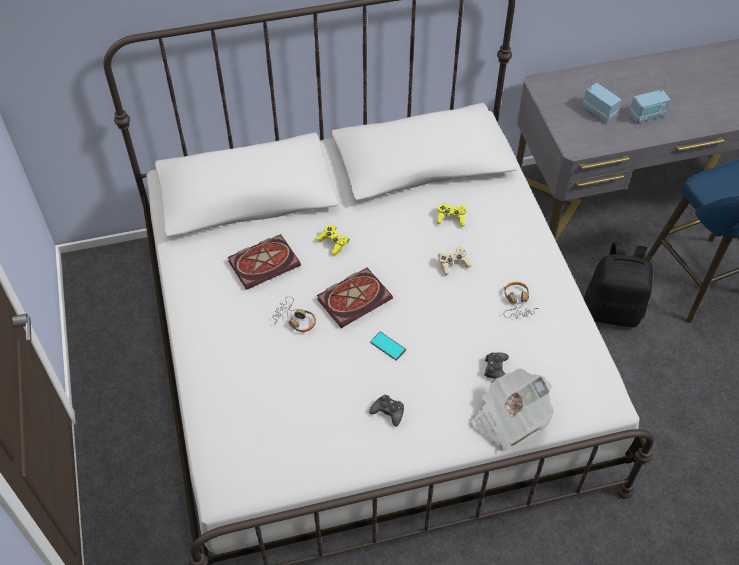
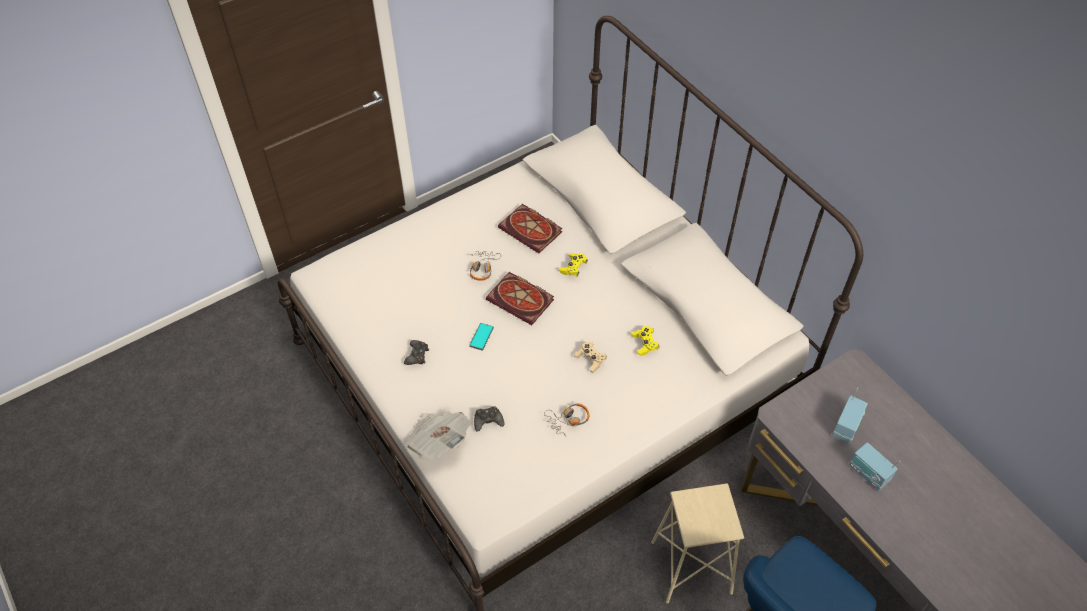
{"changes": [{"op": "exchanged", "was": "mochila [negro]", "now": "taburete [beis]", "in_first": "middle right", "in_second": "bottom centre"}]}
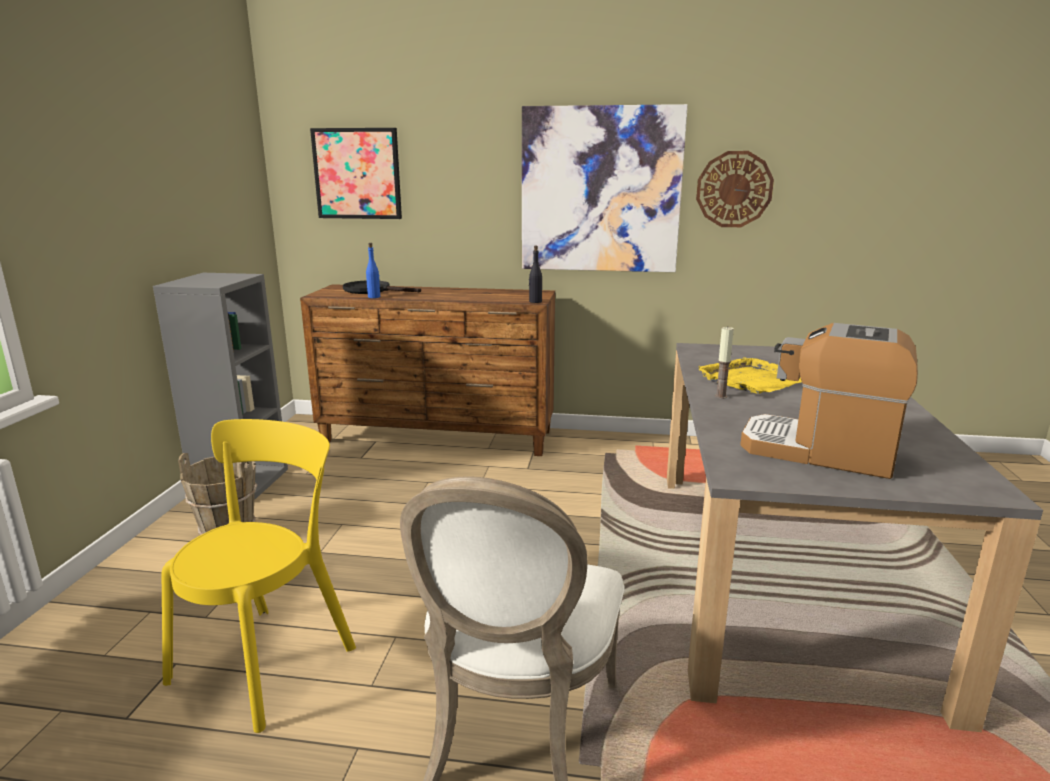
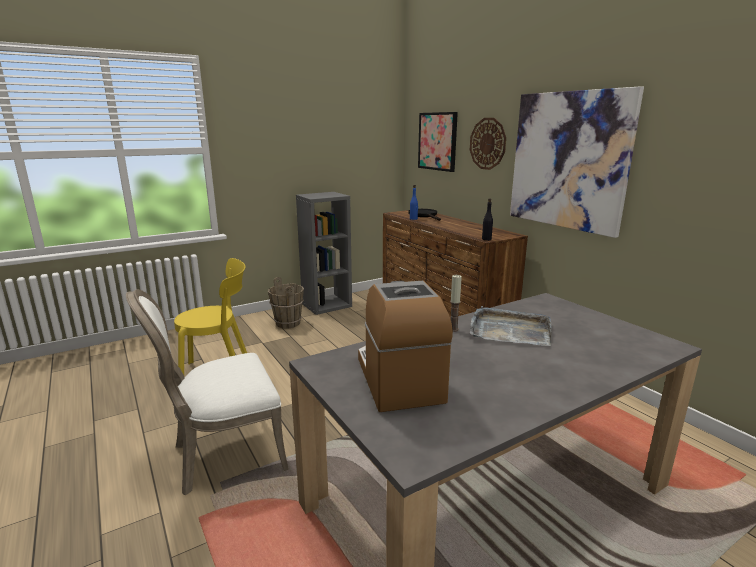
{"changes": [{"op": "relocated", "was": "reloj de pared", "in_first": "top right", "in_second": "top centre"}, {"op": "colour", "was": "bandeja [amarillo]", "now": "bandeja [gris]", "in_first": "middle right", "in_second": "middle right"}]}
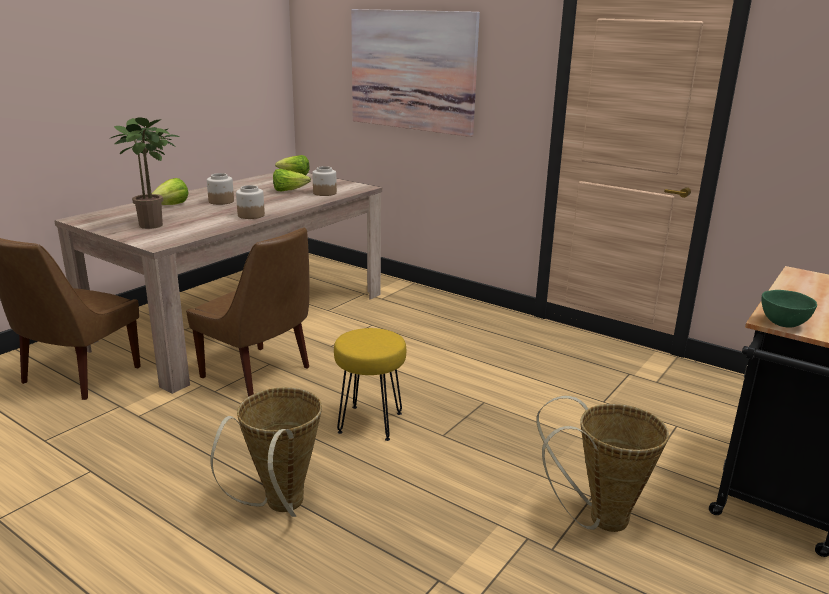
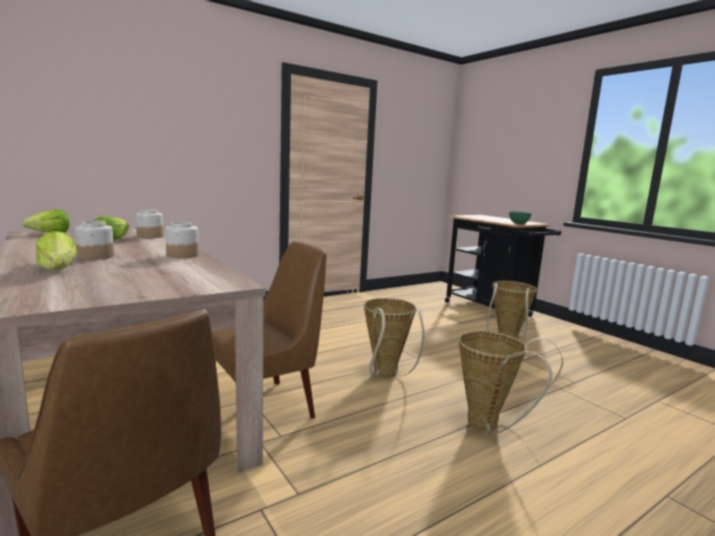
{"changes": [{"op": "missing", "was": "cuadro", "in_first": "top centre"}, {"op": "missing", "was": "planta en maceta", "in_first": "top left"}, {"op": "exchanged", "was": "taburete [amarillo]", "now": "cesta (no. 1 from left)", "in_first": "centre", "in_second": "centre"}]}
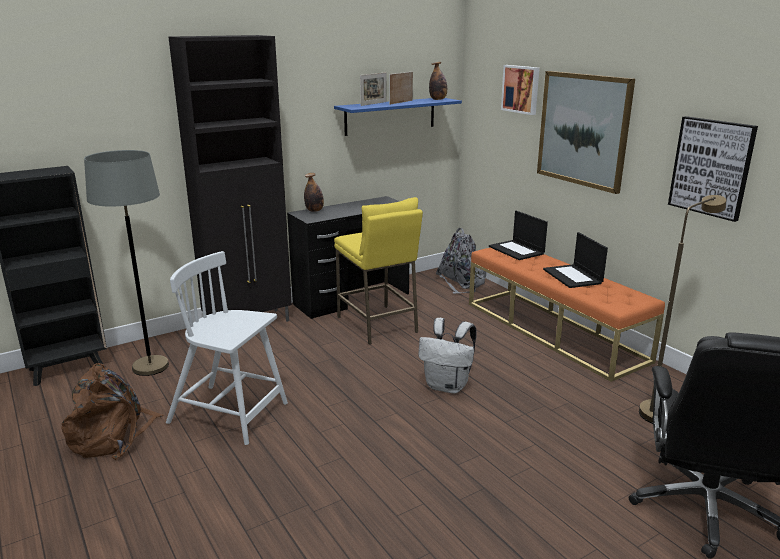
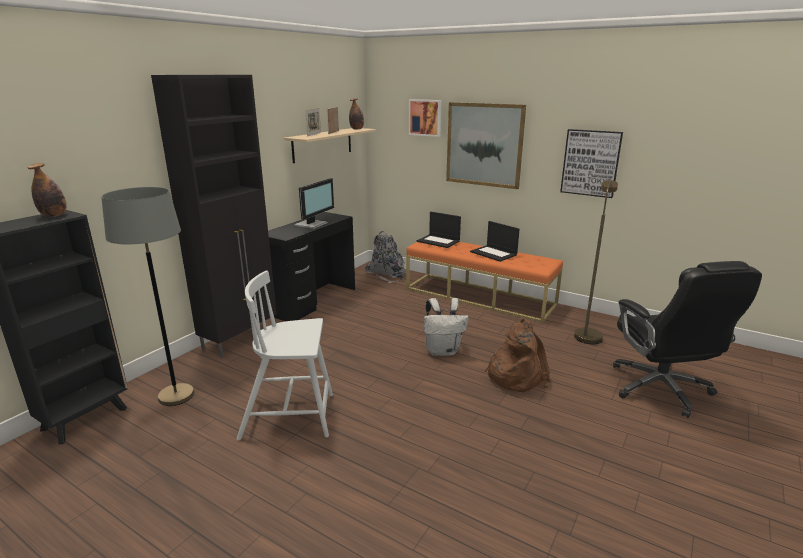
{"changes": [{"op": "colour", "was": "estante [azul]", "now": "estante [beis]", "in_first": "top centre", "in_second": "top centre"}, {"op": "relocated", "was": "botella (no. 1 from left)", "in_first": "centre", "in_second": "middle left"}, {"op": "missing", "was": "taburete [amarillo]", "in_first": "centre"}, {"op": "relocated", "was": "mochila [marrón]", "in_first": "bottom left", "in_second": "centre"}, {"op": "appeared", "now": "monitor", "in_second": "centre"}]}
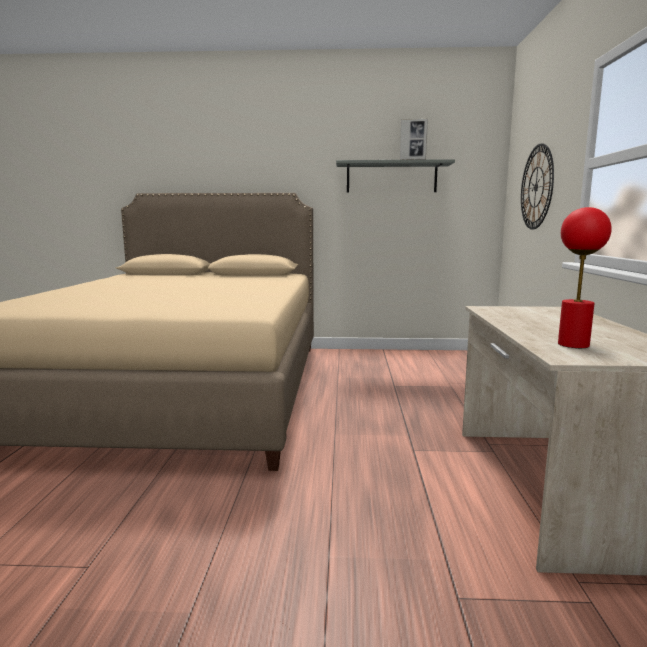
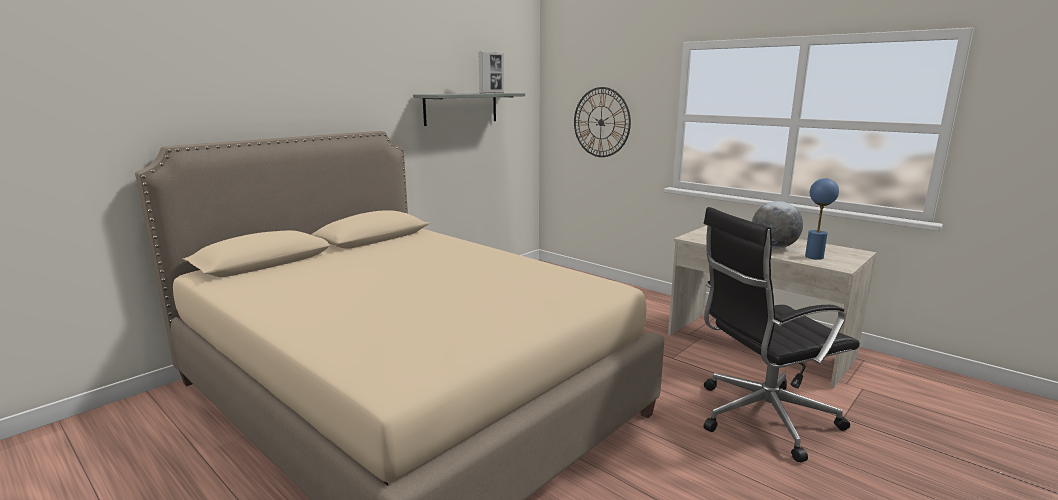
{"changes": [{"op": "colour", "was": "lámpara de mesa [rojo]", "now": "lámpara de mesa [azul]", "in_first": "middle right", "in_second": "middle right"}, {"op": "appeared", "now": "globo terráqueo", "in_second": "middle right"}, {"op": "appeared", "now": "silla de oficina [negro]", "in_second": "bottom right"}]}
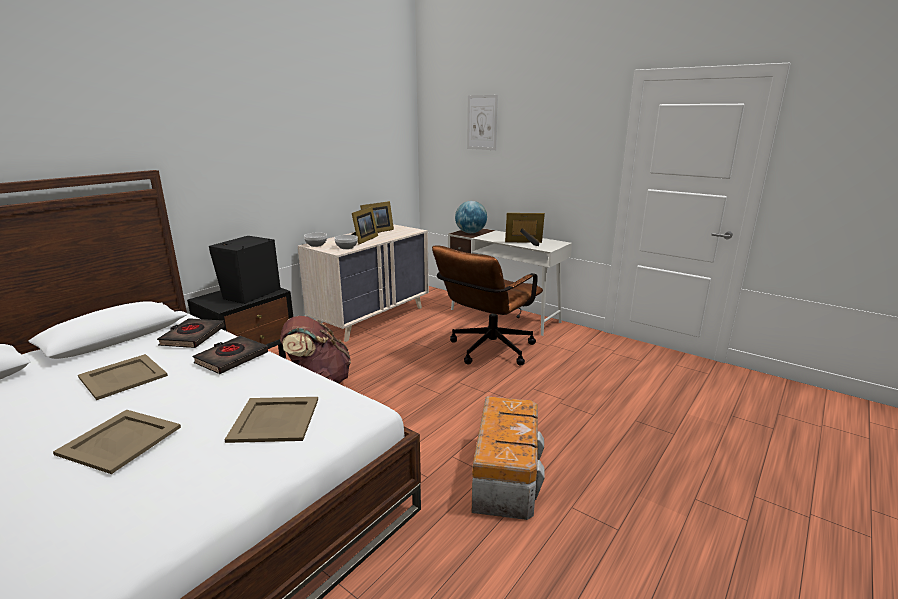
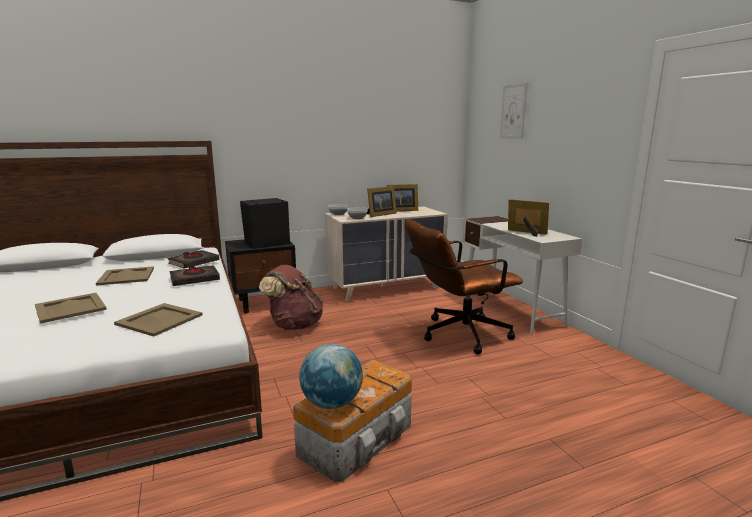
{"changes": [{"op": "relocated", "was": "globo terráqueo", "in_first": "centre", "in_second": "bottom centre"}]}
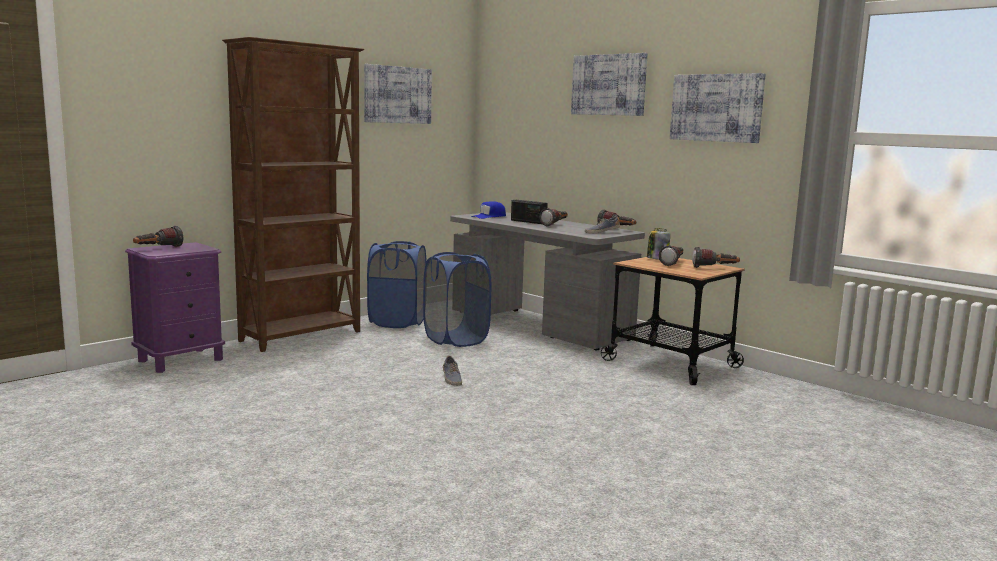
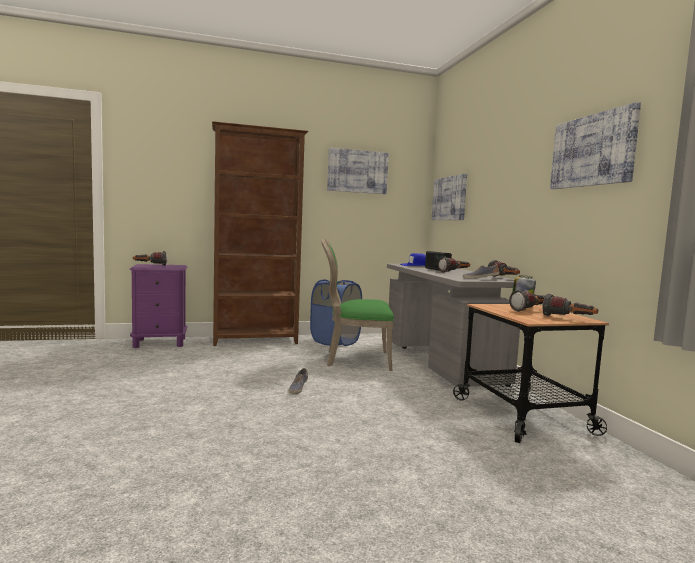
{"changes": [{"op": "relocated", "was": "cuadro (no. 2 from left)", "in_first": "top centre", "in_second": "centre"}, {"op": "exchanged", "was": "cesto de la ropa [azul] (no. 2 from left)", "now": "silla [verde]", "in_first": "centre", "in_second": "centre"}]}
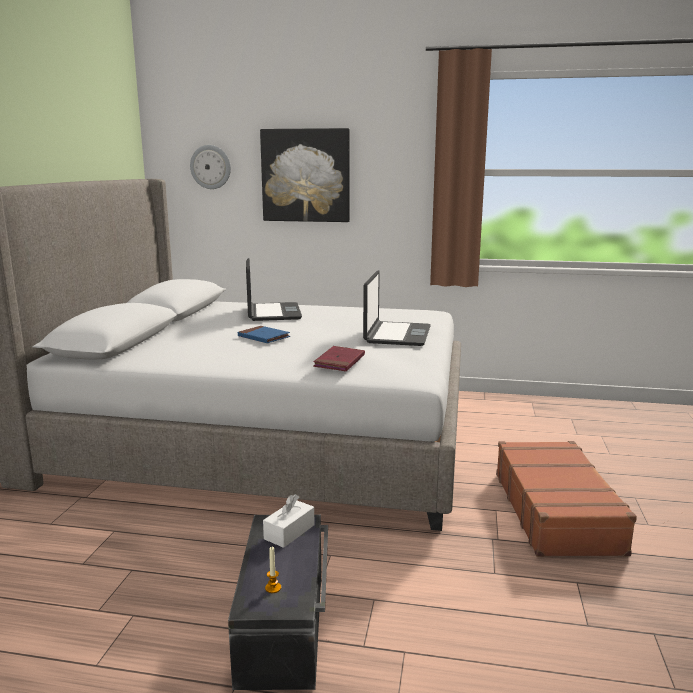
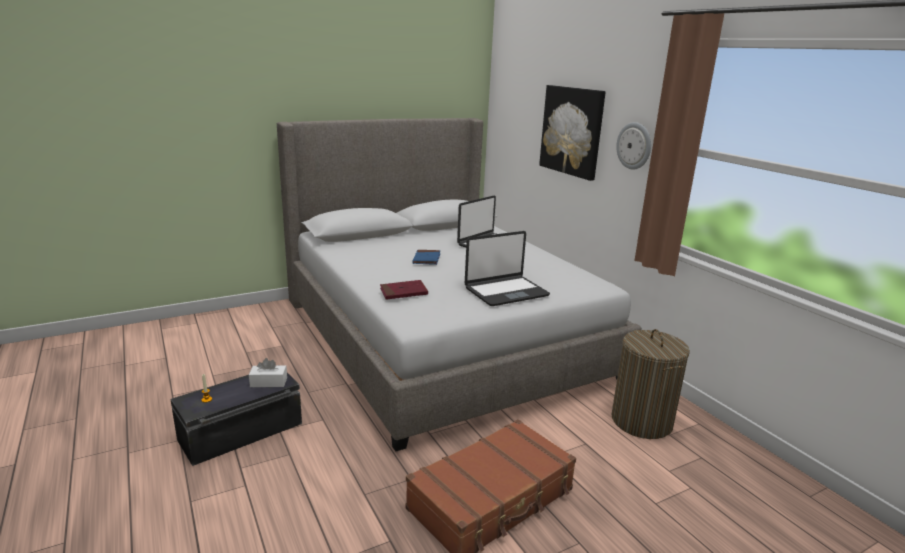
{"changes": [{"op": "relocated", "was": "reloj de pared", "in_first": "top left", "in_second": "top right"}, {"op": "appeared", "now": "cesto de la ropa", "in_second": "bottom right"}]}
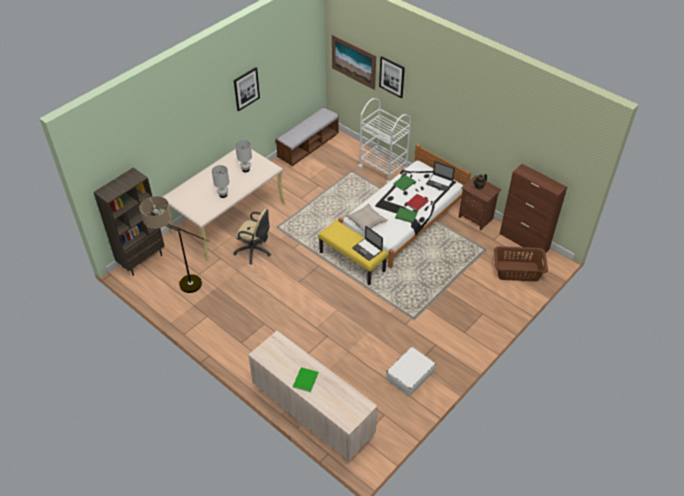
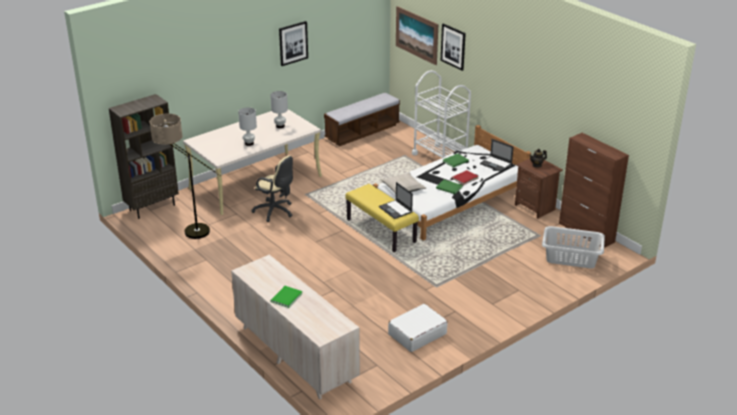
{"changes": [{"op": "colour", "was": "cesto de la ropa [marrón]", "now": "cesto de la ropa [gris]", "in_first": "middle right", "in_second": "middle right"}]}
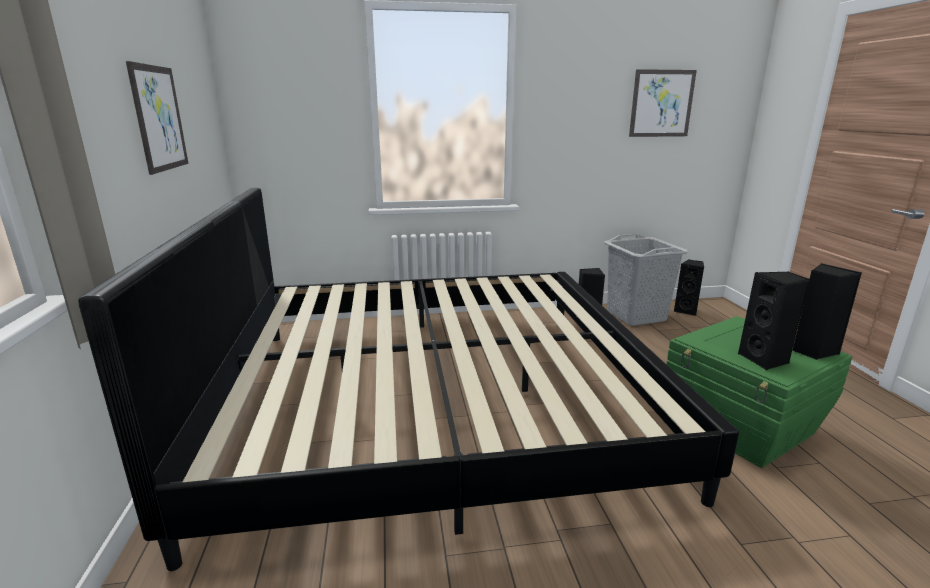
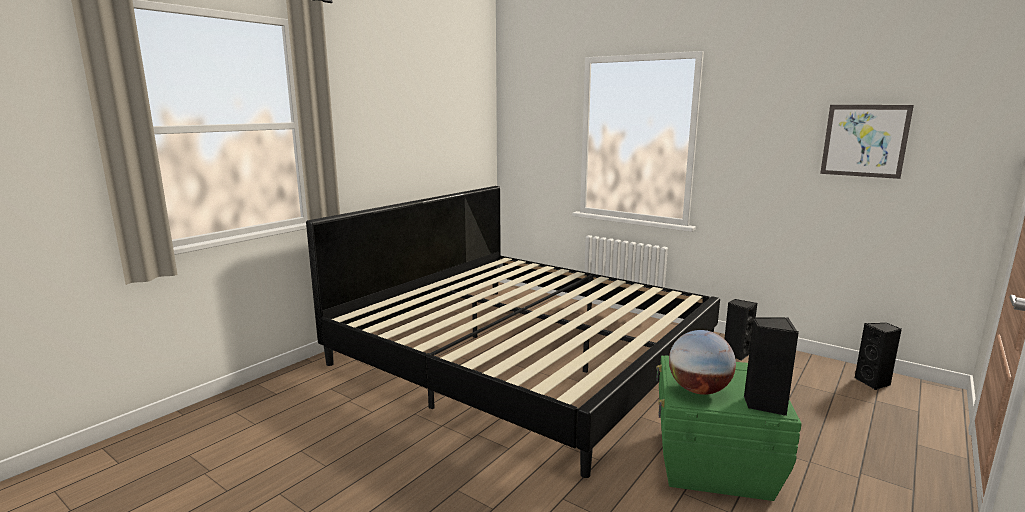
{"changes": [{"op": "missing", "was": "cuadro (no. 1 from left)", "in_first": "top left"}, {"op": "missing", "was": "cesto de la ropa [gris]", "in_first": "middle right"}, {"op": "exchanged", "was": "altavoz [negro] (no. 3 from left)", "now": "globo terráqueo", "in_first": "middle right", "in_second": "bottom right"}]}
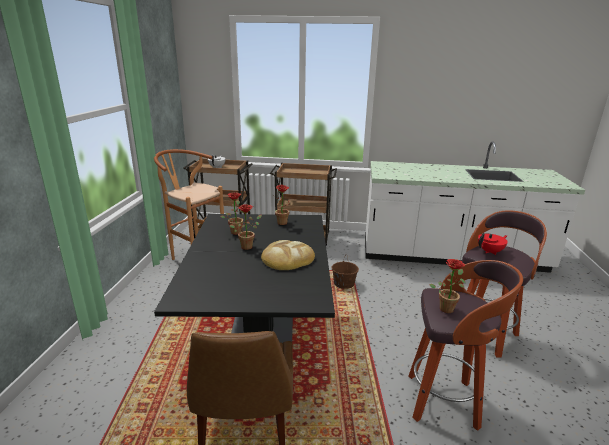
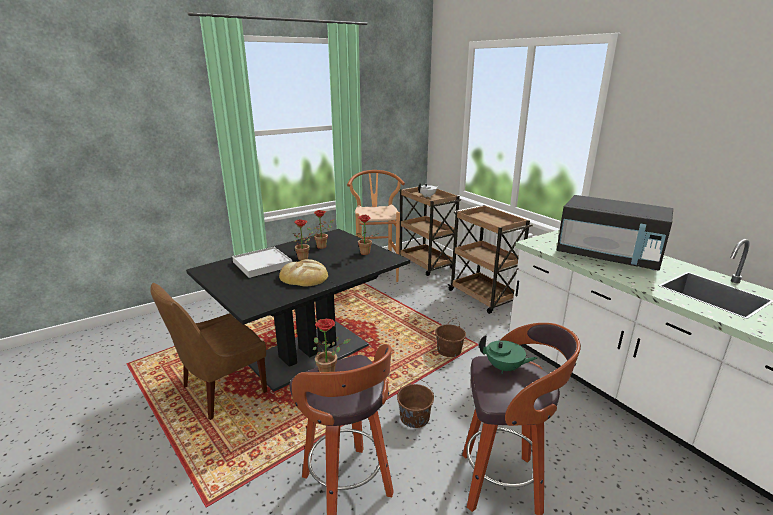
{"changes": [{"op": "colour", "was": "tetera [rojo]", "now": "tetera [verde]", "in_first": "middle right", "in_second": "bottom centre"}, {"op": "appeared", "now": "microondas [negro]", "in_second": "middle right"}, {"op": "appeared", "now": "bandeja [blanco]", "in_second": "centre"}, {"op": "appeared", "now": "cubo [marrón] (no. 1 from left)", "in_second": "bottom centre"}]}
